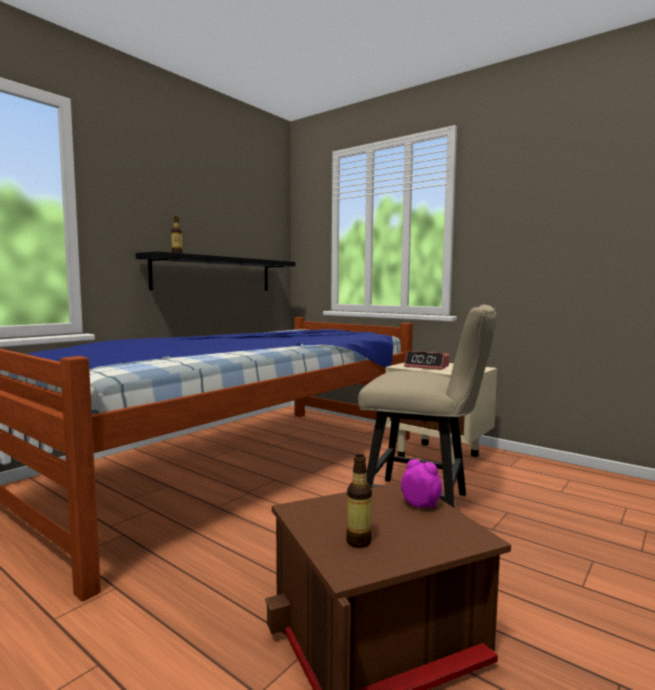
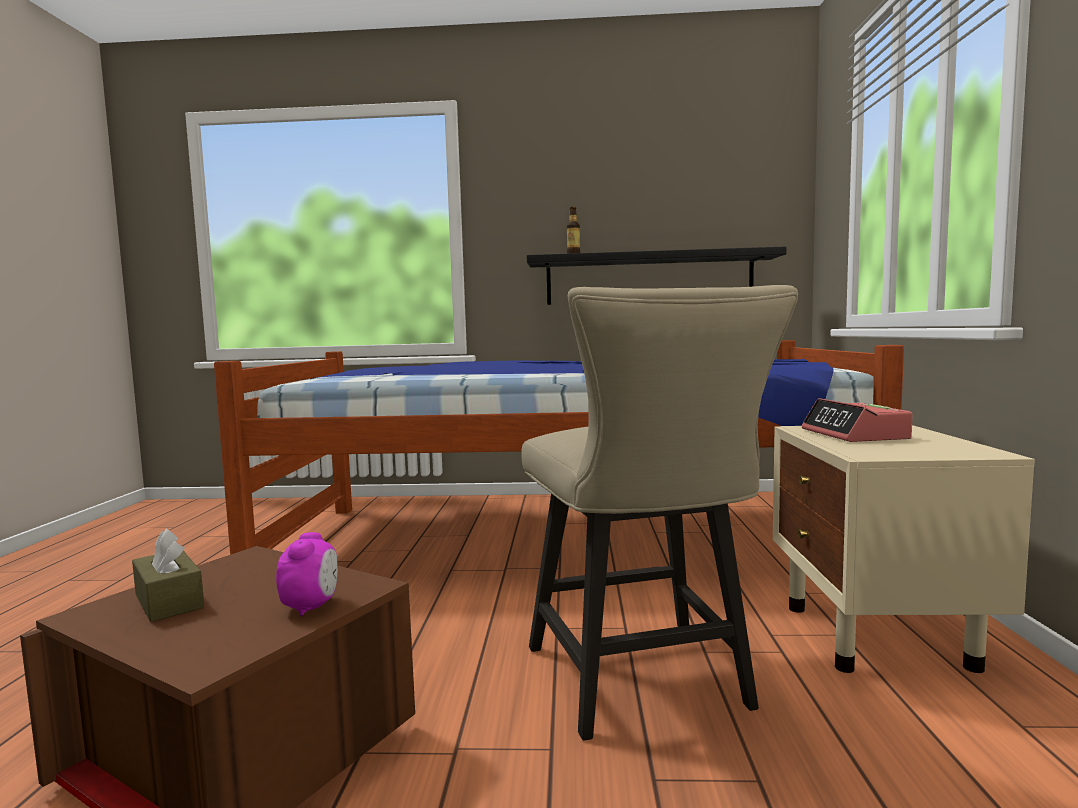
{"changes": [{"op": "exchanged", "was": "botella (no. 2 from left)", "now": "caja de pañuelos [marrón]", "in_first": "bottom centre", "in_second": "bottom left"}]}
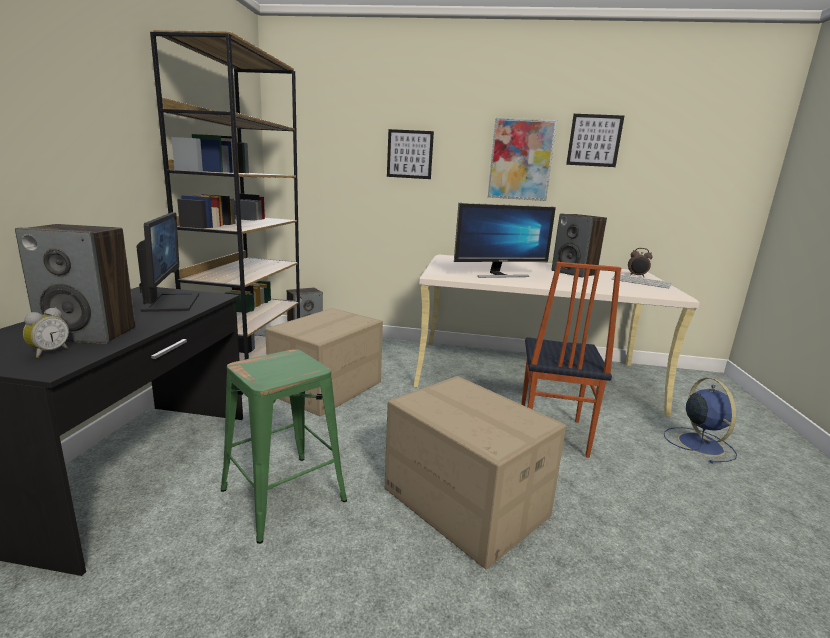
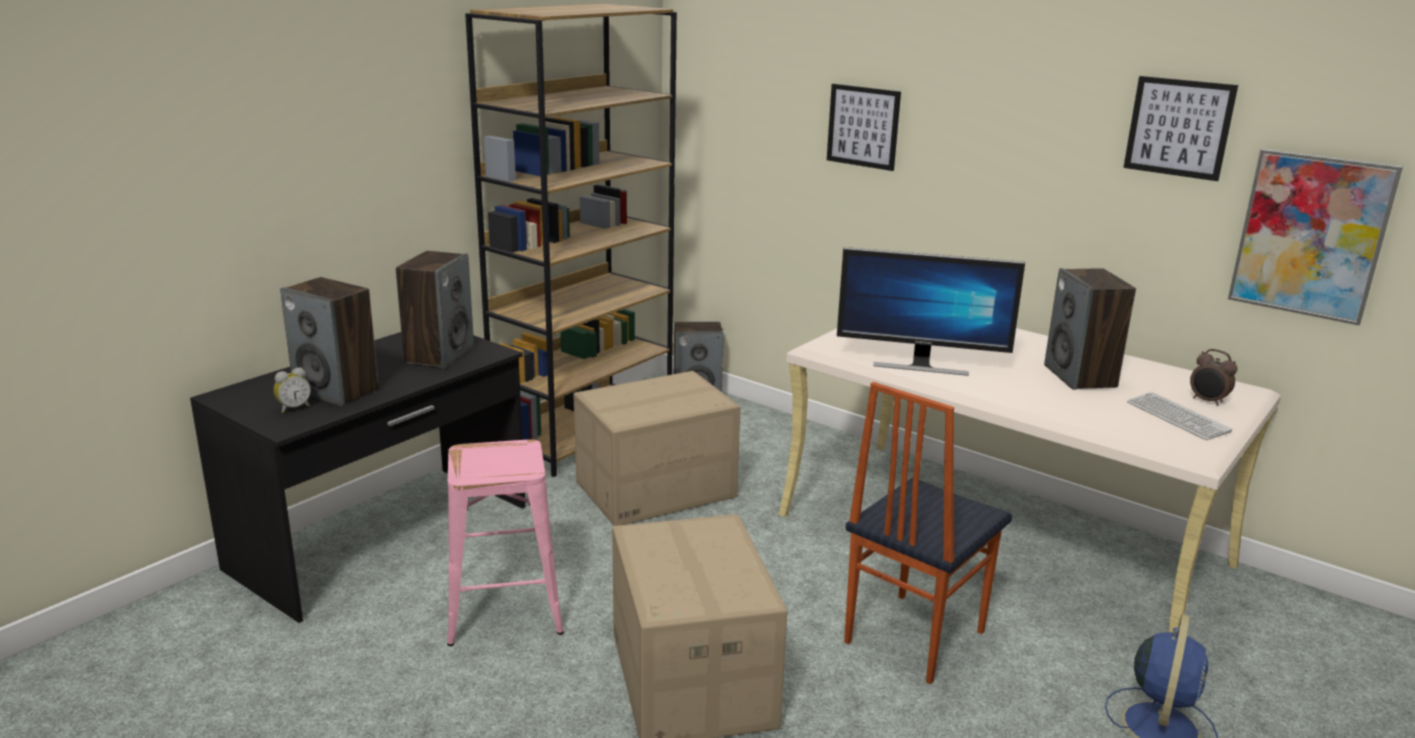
{"changes": [{"op": "relocated", "was": "cuadro (no. 2 from left in the first image)", "now": "cuadro (no. 3 from left)", "in_first": "top centre", "in_second": "top right"}, {"op": "exchanged", "was": "monitor (no. 1 from left)", "now": "altavoz (no. 2 from left)", "in_first": "middle left", "in_second": "middle left"}, {"op": "colour", "was": "taburete [verde]", "now": "taburete [rosa]", "in_first": "bottom centre", "in_second": "bottom centre"}]}
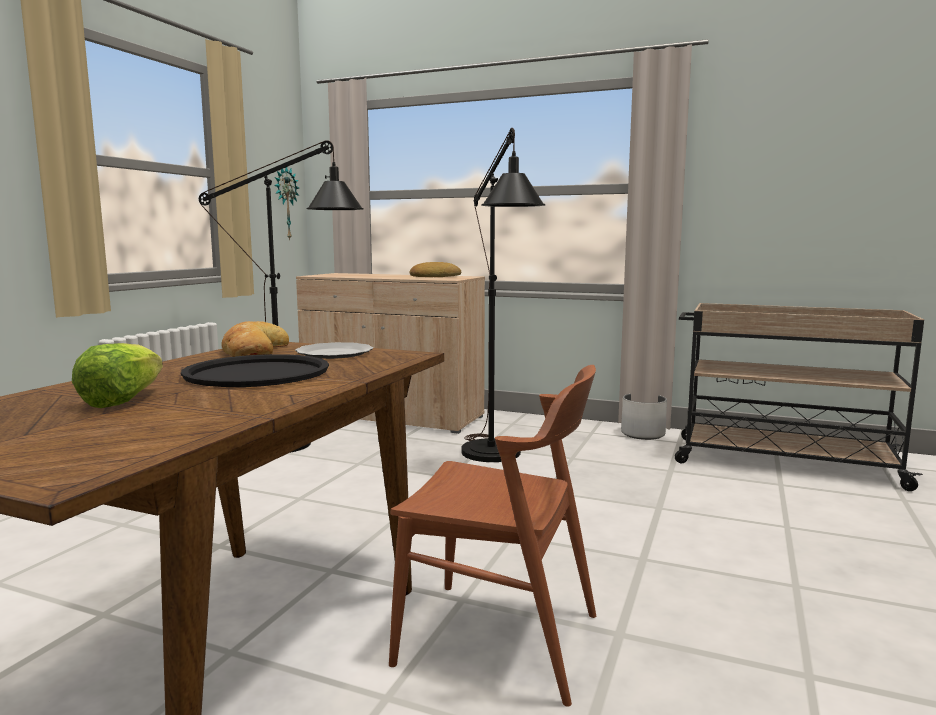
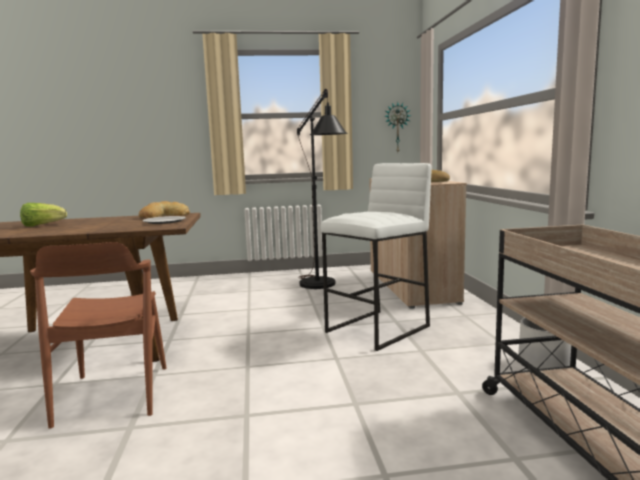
{"changes": [{"op": "exchanged", "was": "lámpara de pie [negro] (no. 2 from left)", "now": "taburete [blanco]", "in_first": "centre", "in_second": "centre"}, {"op": "missing", "was": "bandeja [negro]", "in_first": "middle left"}]}
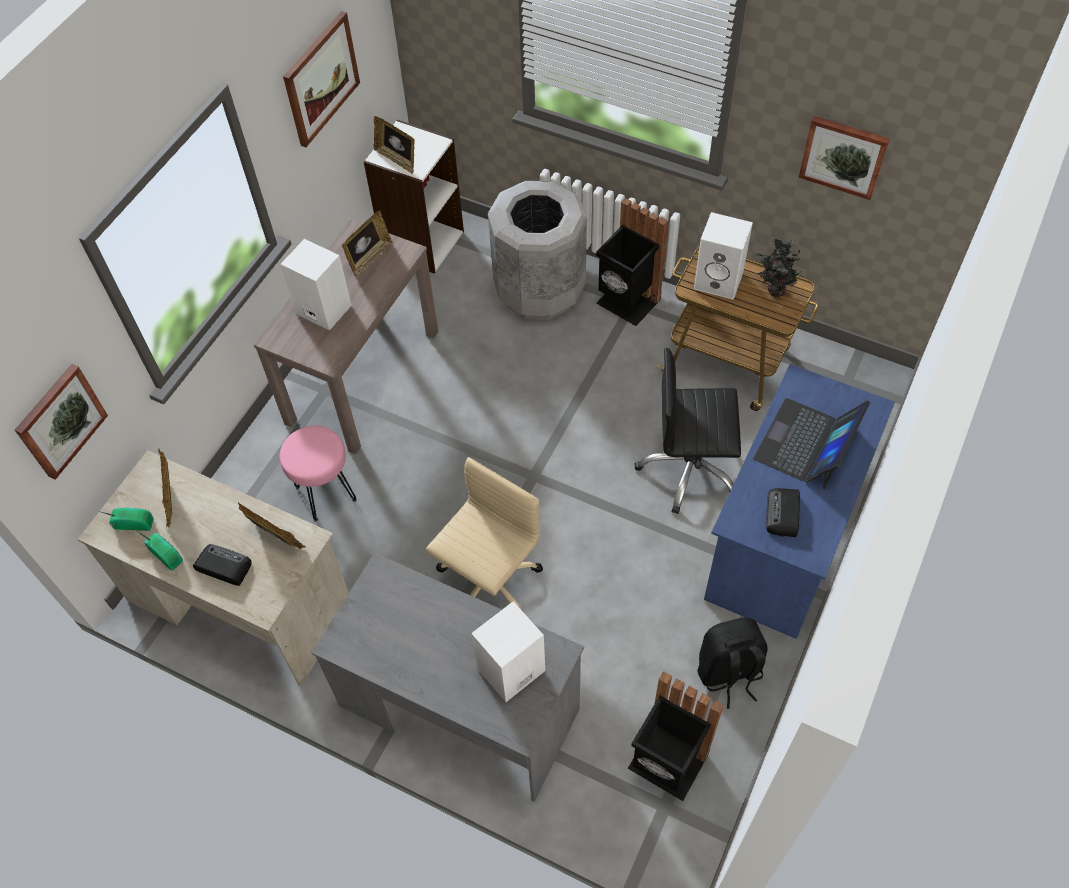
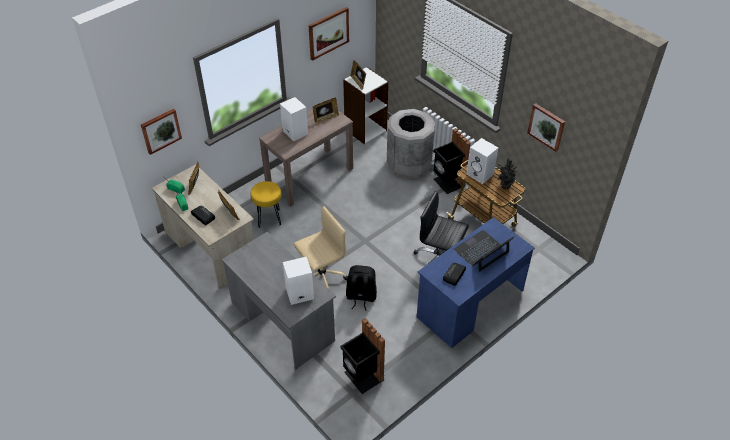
{"changes": [{"op": "colour", "was": "taburete [rosa]", "now": "taburete [amarillo]", "in_first": "middle left", "in_second": "centre"}, {"op": "relocated", "was": "mochila [negro]", "in_first": "bottom right", "in_second": "centre"}]}
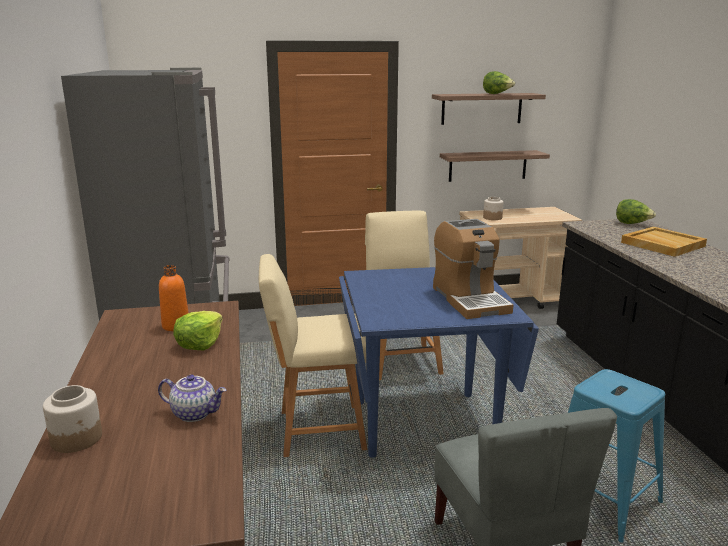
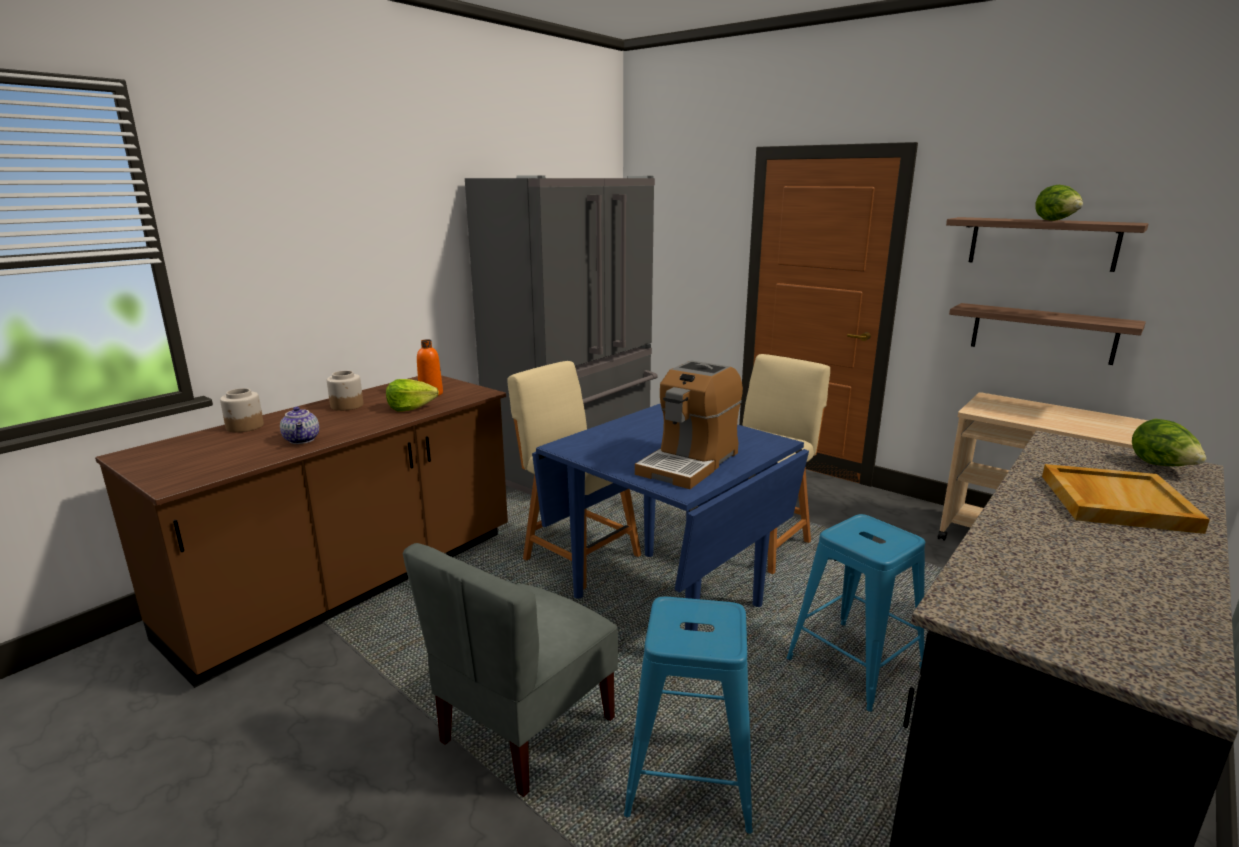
{"changes": [{"op": "relocated", "was": "tarro (no. 2 from left)", "in_first": "middle right", "in_second": "middle left"}, {"op": "appeared", "now": "taburete [azul] (no. 2 from left)", "in_second": "bottom right"}]}
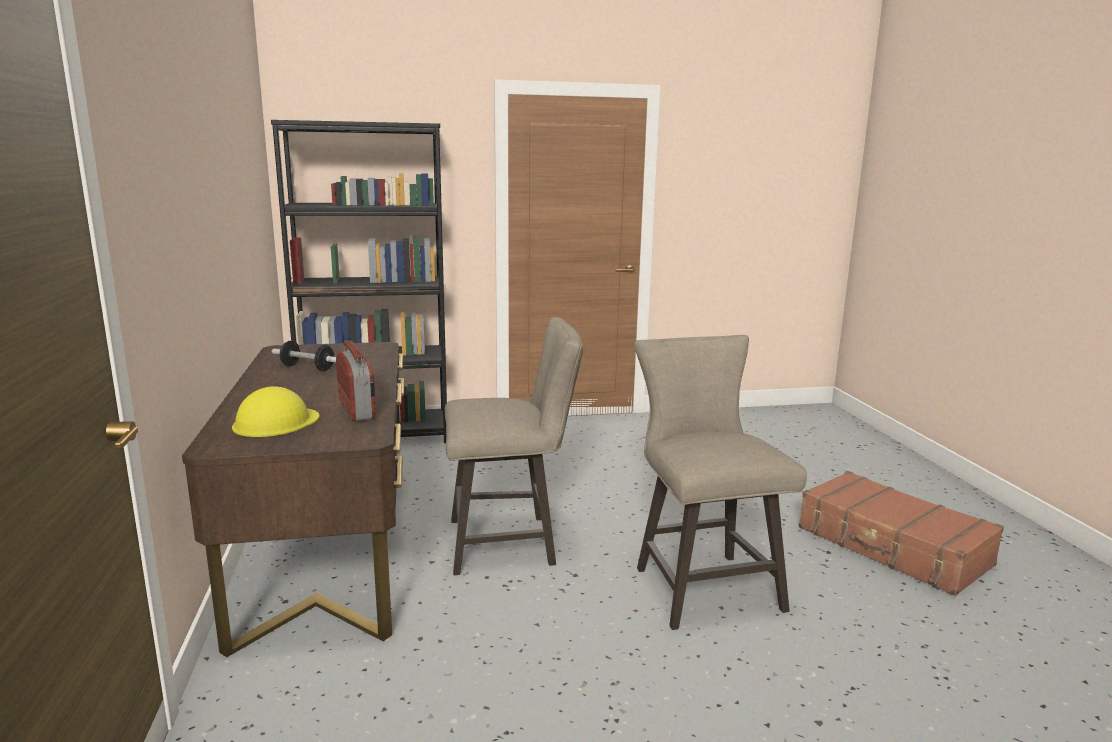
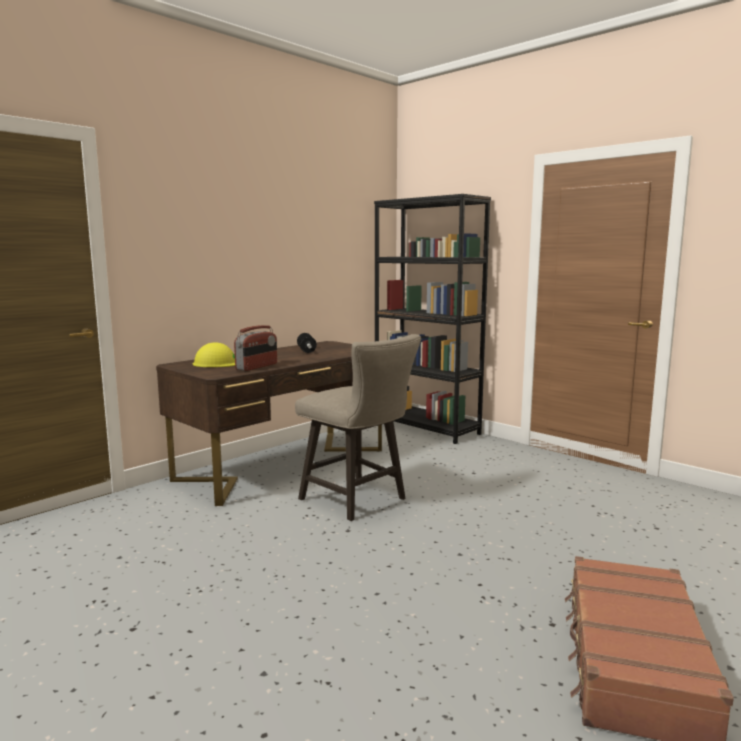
{"changes": [{"op": "missing", "was": "taburete [beis] (no. 2 from left)", "in_first": "centre"}]}
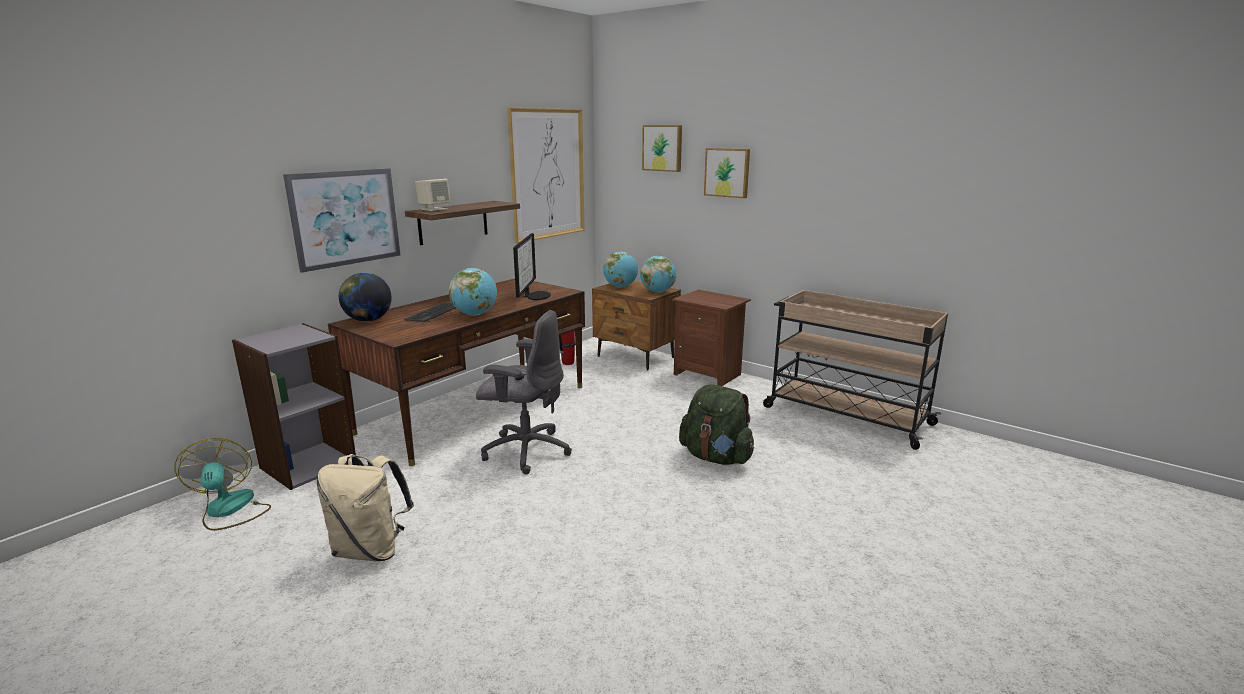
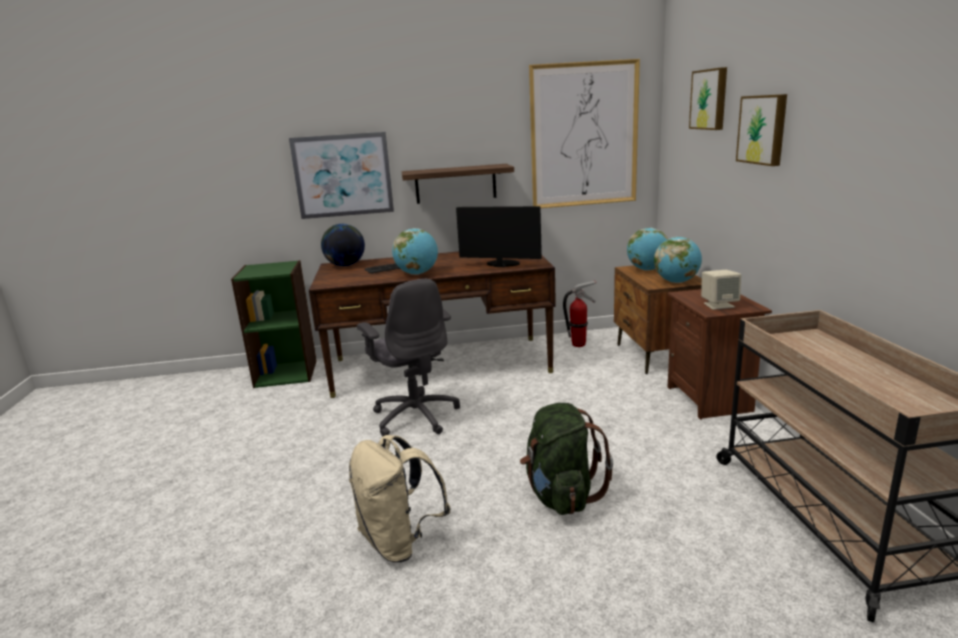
{"changes": [{"op": "relocated", "was": "altavoz [beis]", "in_first": "top centre", "in_second": "middle right"}, {"op": "spun", "was": "monitor", "in_first": "centre", "in_second": "centre", "clockwise": -120}, {"op": "colour", "was": "estantería [gris]", "now": "estantería [verde]", "in_first": "middle left", "in_second": "middle left"}, {"op": "missing", "was": "ventilador", "in_first": "bottom left"}, {"op": "relocated", "was": "mochila [beis]", "in_first": "bottom left", "in_second": "bottom centre"}]}
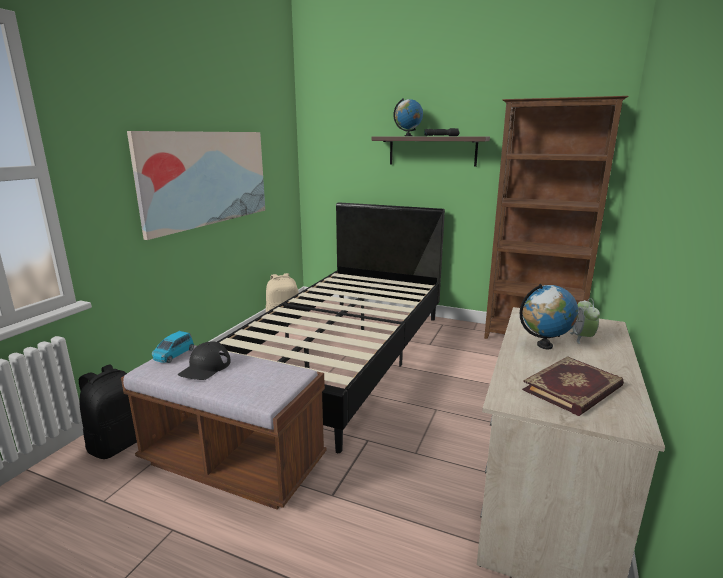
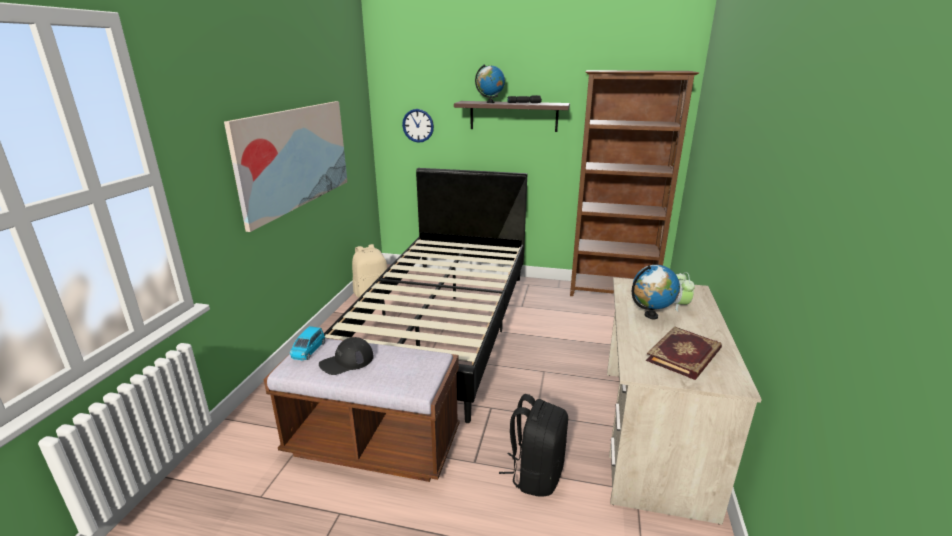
{"changes": [{"op": "spun", "was": "gorra [negro]", "in_first": "middle left", "in_second": "centre", "clockwise": 45}, {"op": "relocated", "was": "mochila [negro]", "in_first": "bottom left", "in_second": "bottom centre"}, {"op": "appeared", "now": "reloj de pared", "in_second": "top centre"}]}
